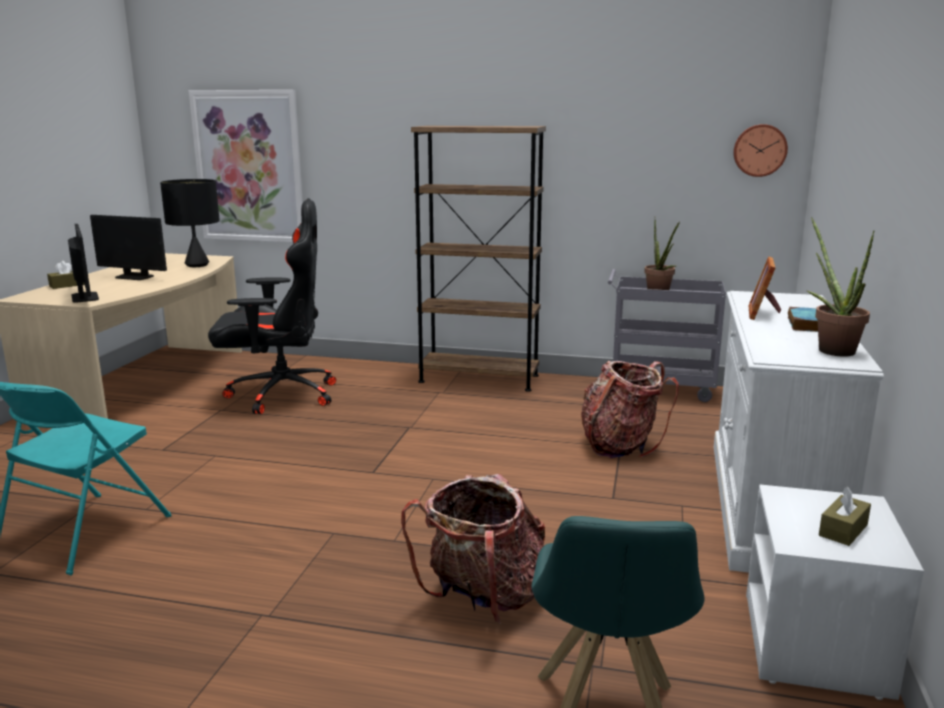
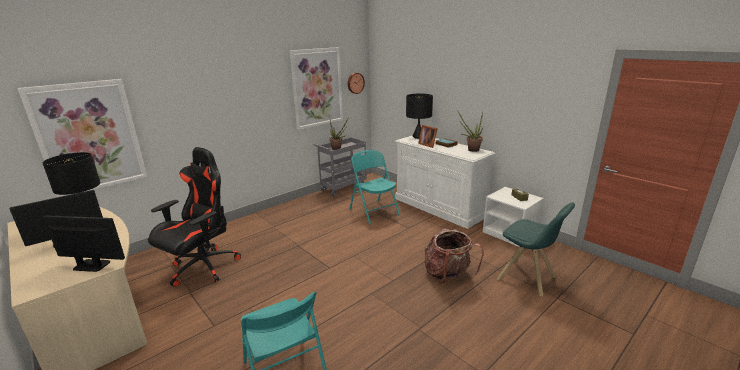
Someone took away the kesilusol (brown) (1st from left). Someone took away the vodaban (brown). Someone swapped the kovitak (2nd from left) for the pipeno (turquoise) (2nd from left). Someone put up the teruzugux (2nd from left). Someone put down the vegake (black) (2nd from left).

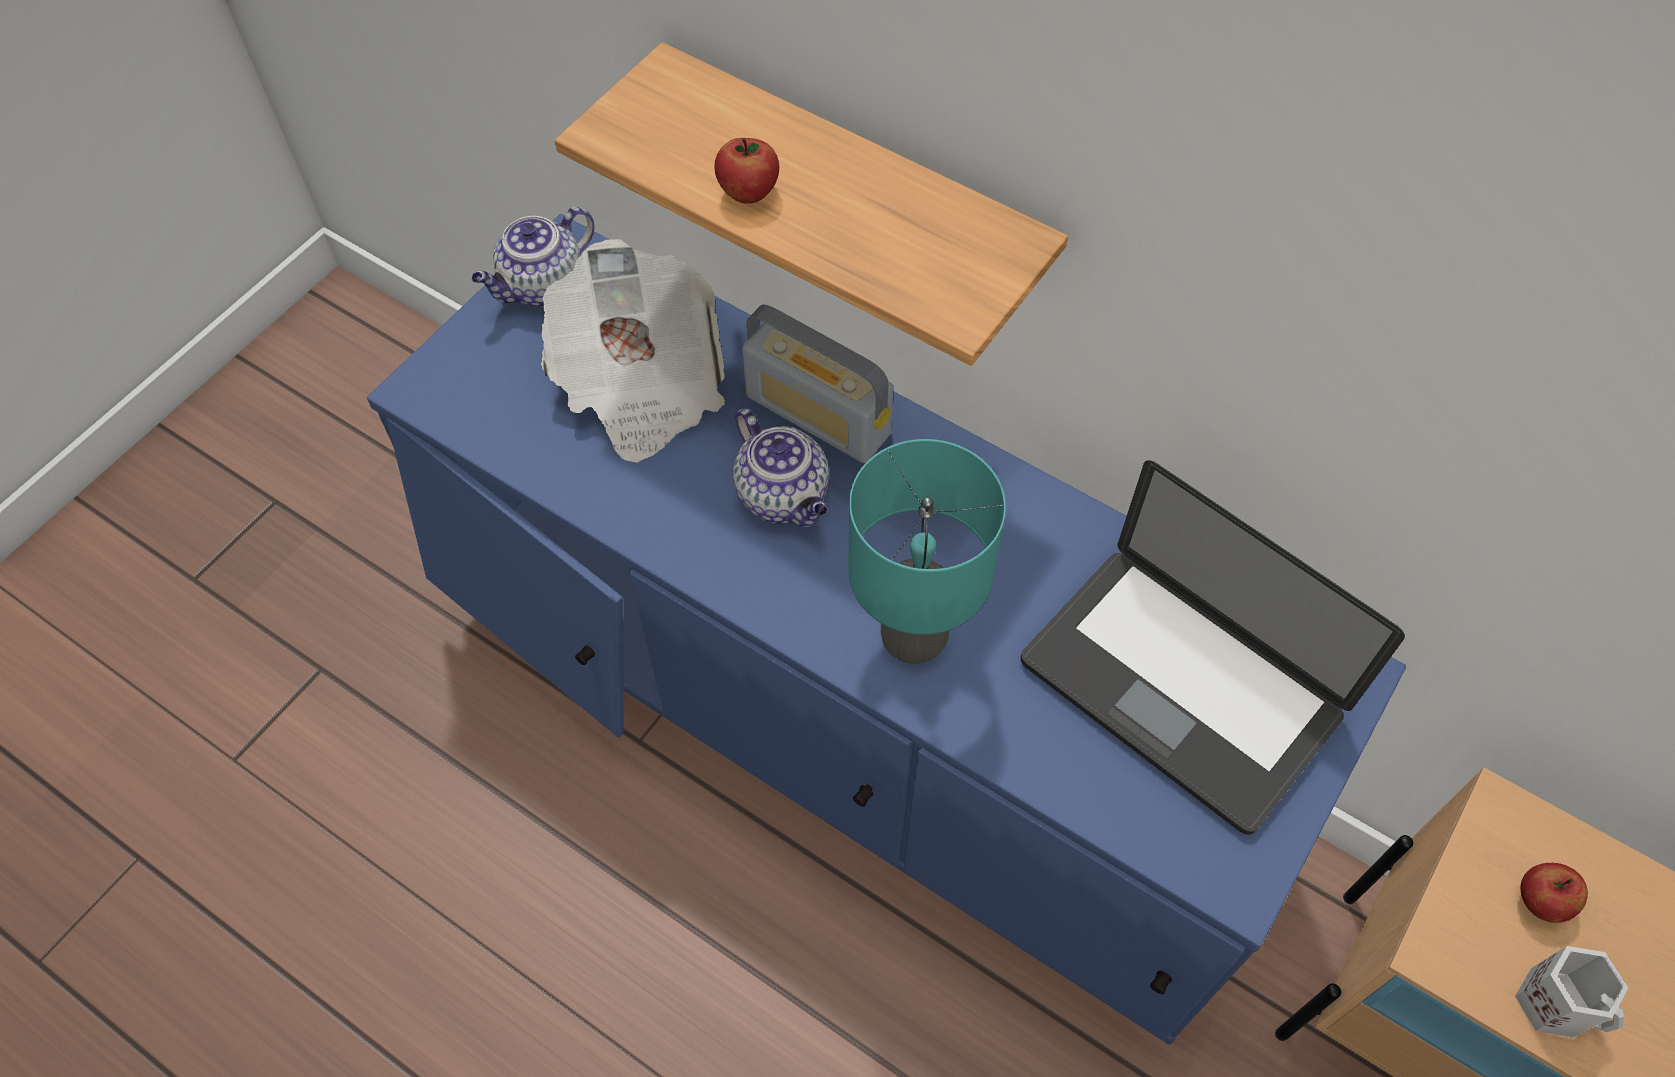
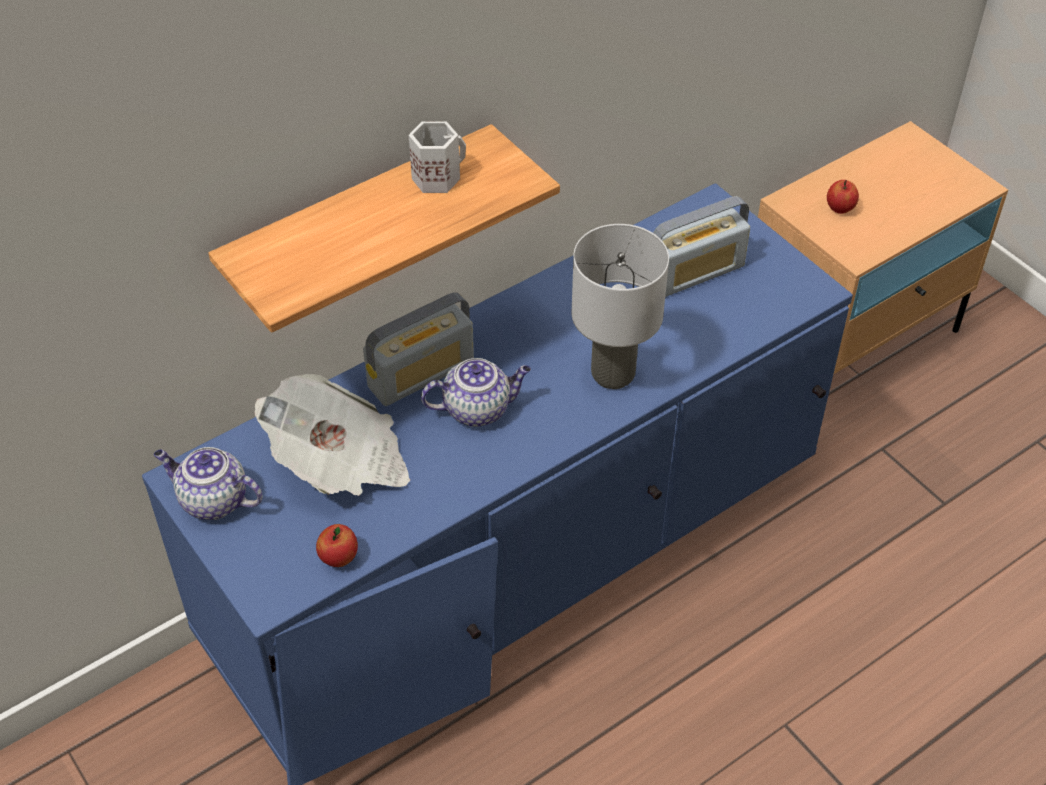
Someone rotated the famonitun (1st from left) by 135 degrees clockwise. Someone carried the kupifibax (1st from left). Someone repainted the vegake (turquoise), which became the vegake (white). Someone swapped the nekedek for the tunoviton (2nd from left). Someone carried the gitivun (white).

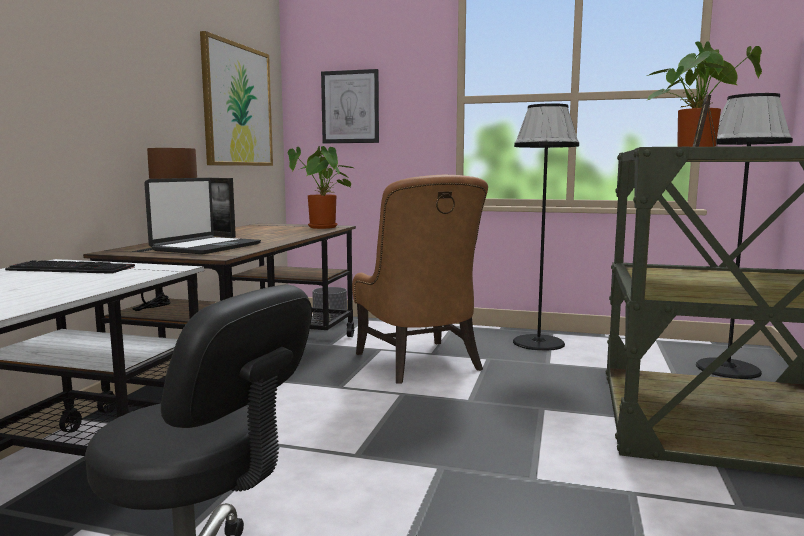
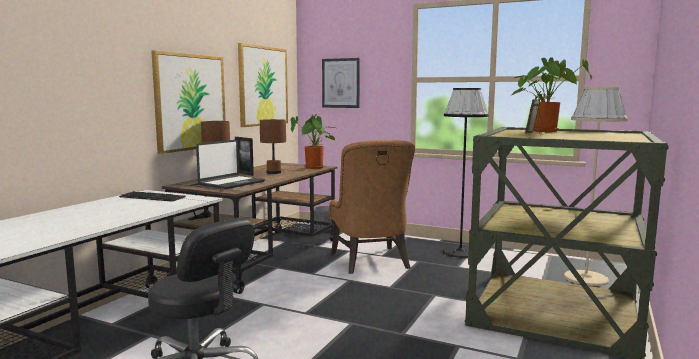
Someone repainted the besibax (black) (2nd from left), which became the besibax (beige). Someone put up the teruzugux (1st from left). Someone put down the vegake (brown) (2nd from left).

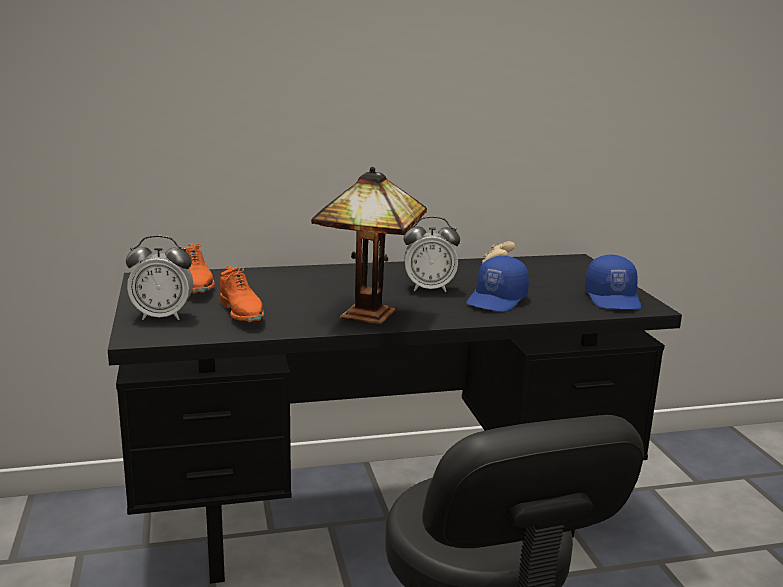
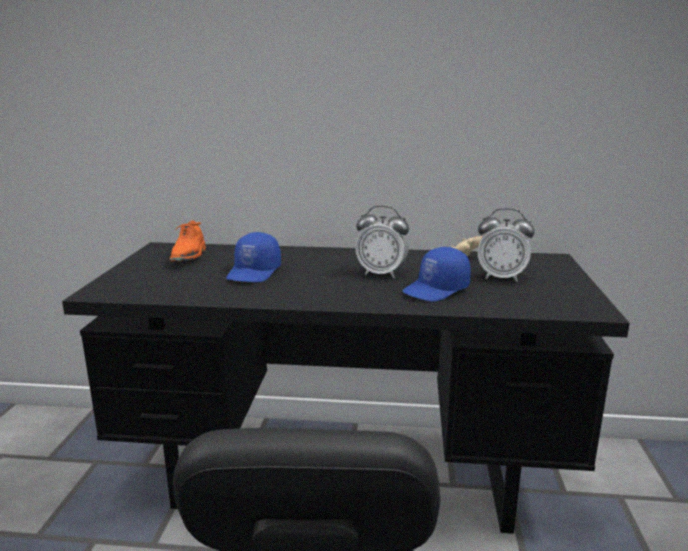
Someone carried the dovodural (1st from left in the first image). Someone took away the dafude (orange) (2nd from left). Someone took away the vegake. Someone carried the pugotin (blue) (2nd from left in the first image).

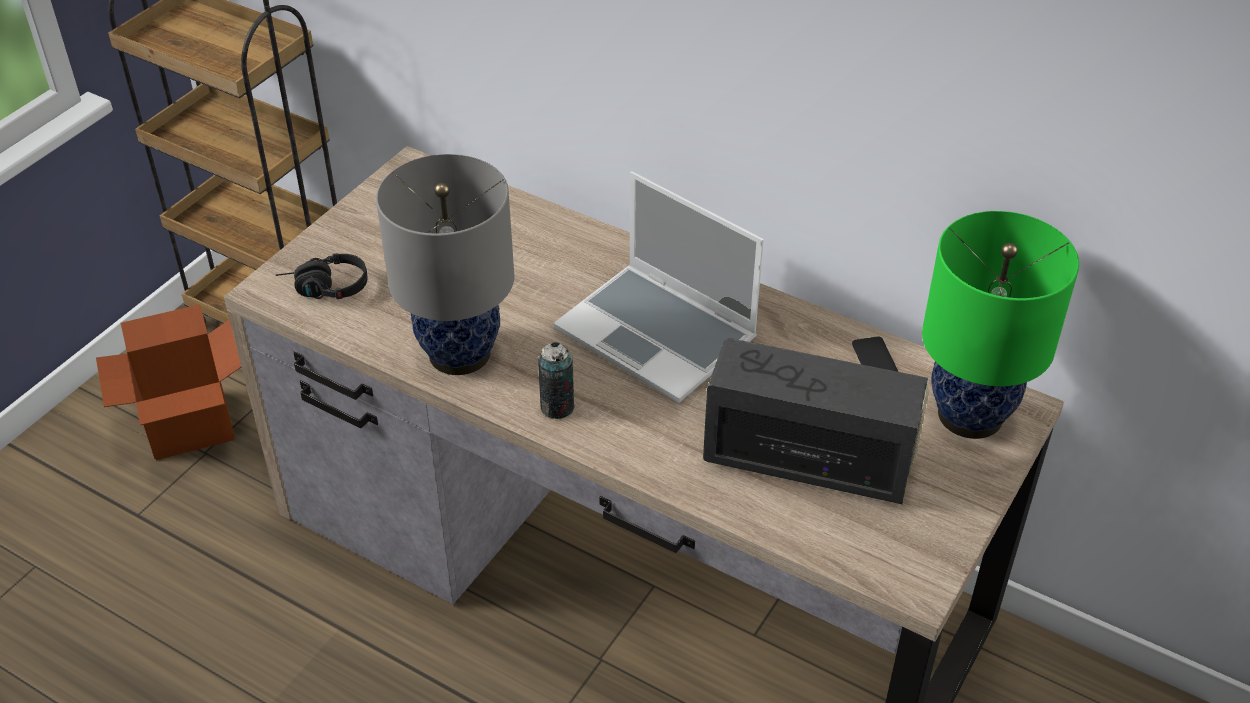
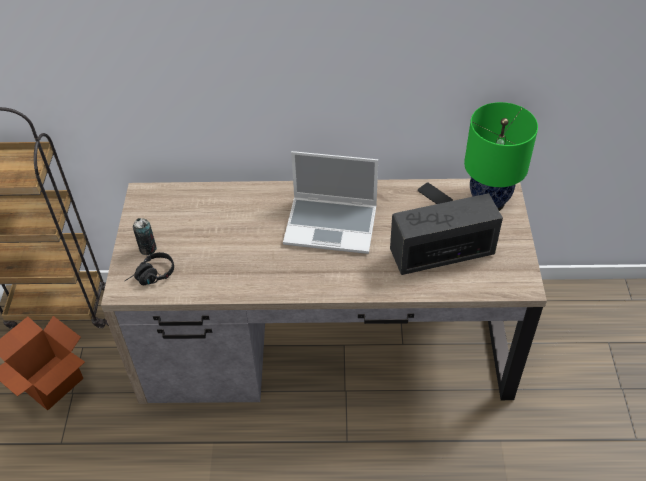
Someone took away the vegake (grey). Someone carried the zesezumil.

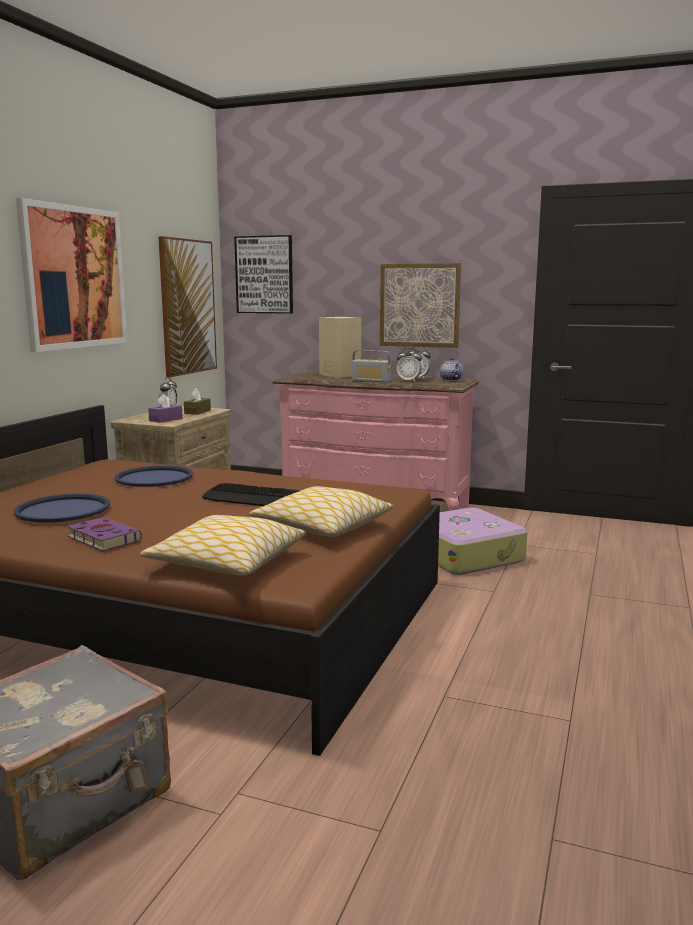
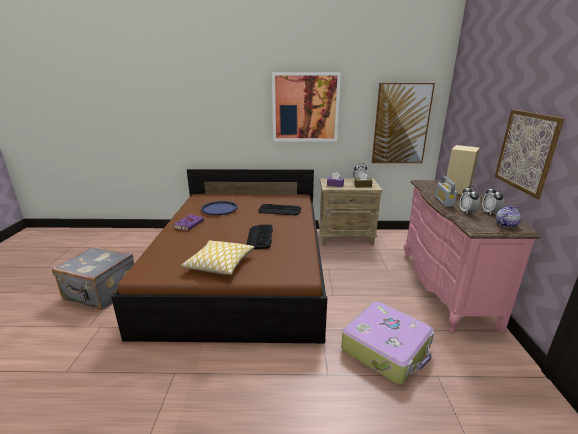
Someone swapped the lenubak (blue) (2nd from left) for the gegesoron (2nd from left). Someone took away the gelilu (1st from left). Someone took away the teruzugux (3rd from left).

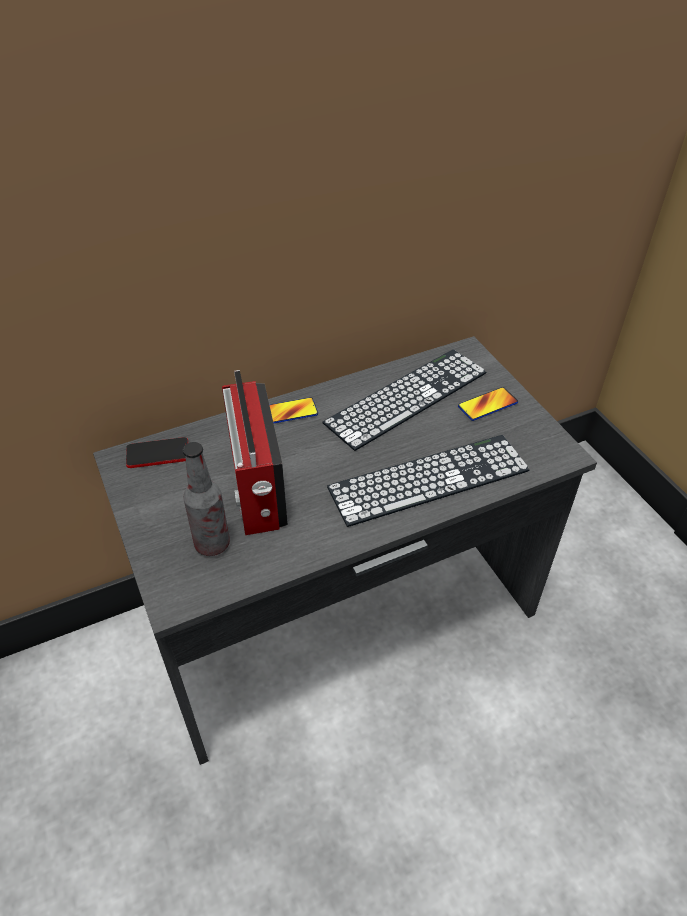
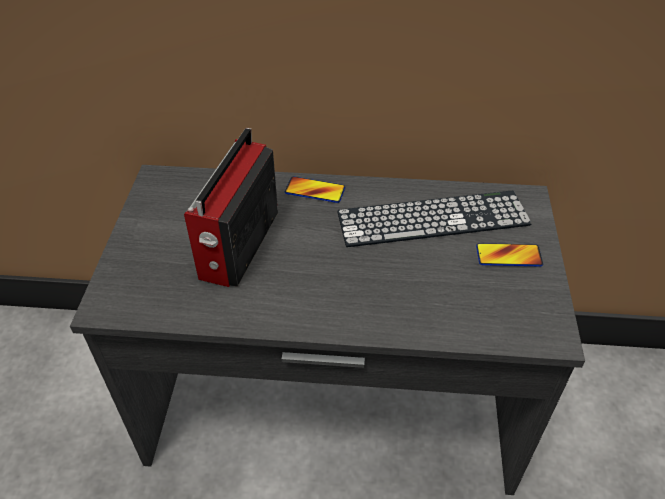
Someone took away the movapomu (1st from left). Someone took away the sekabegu. Someone took away the gegesoron (2nd from left).

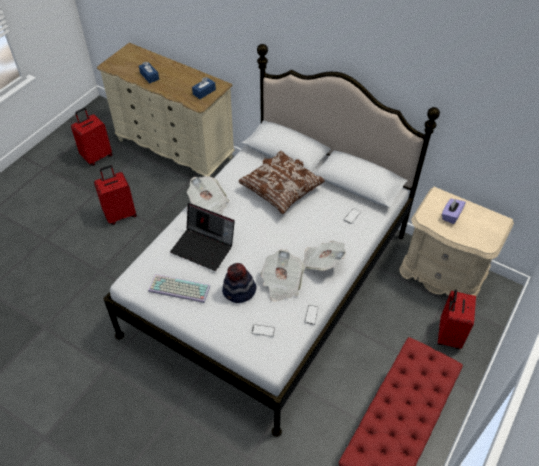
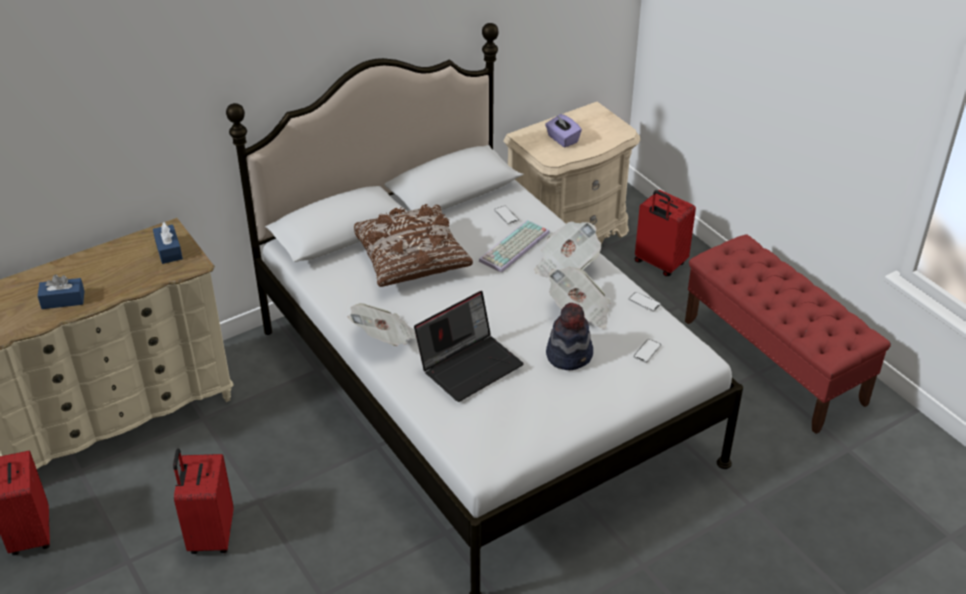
Someone carried the gegesoron.

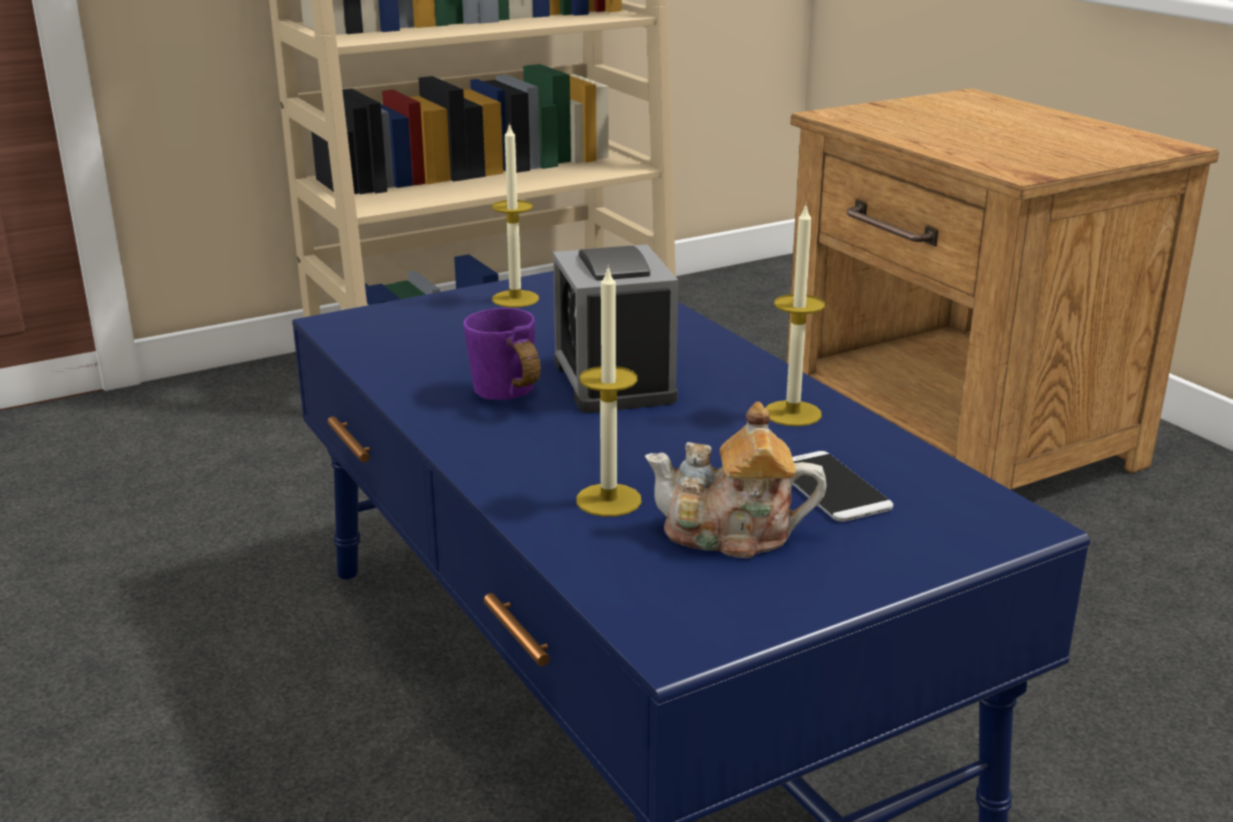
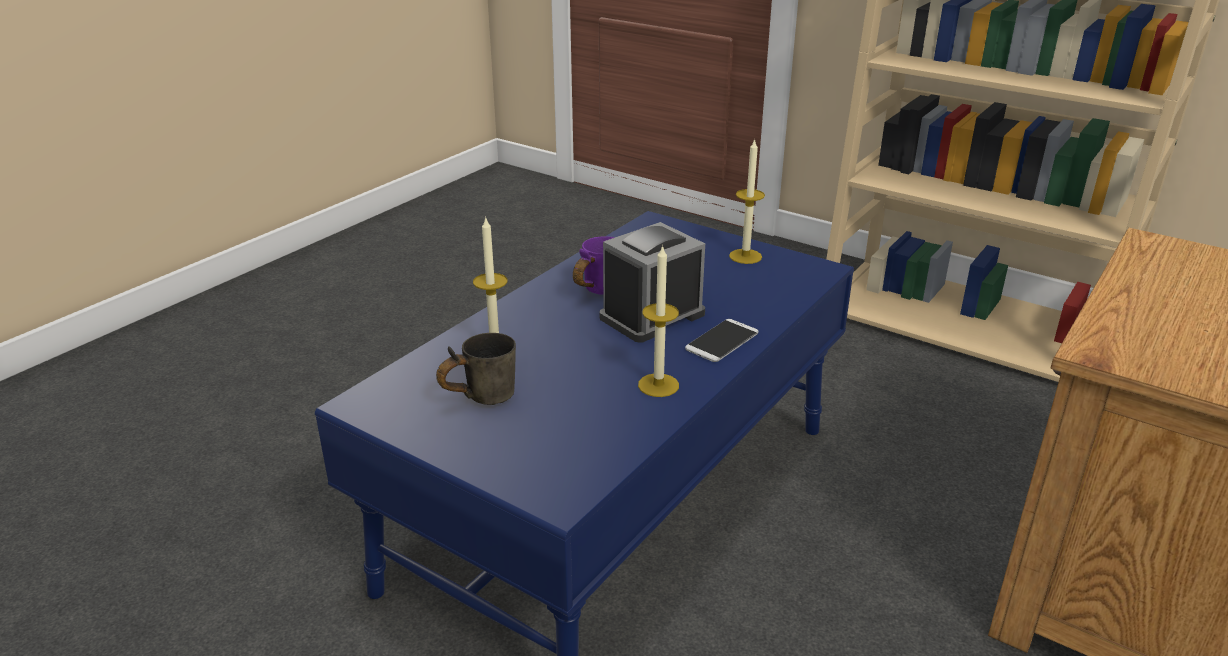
Someone swapped the famonitun for the gitivun (grey). Someone carried the movapomu.

